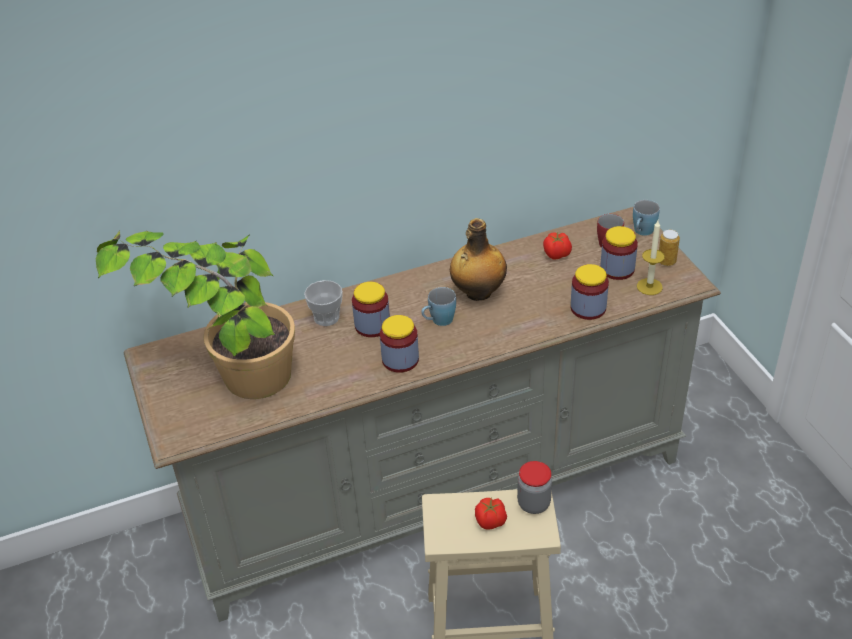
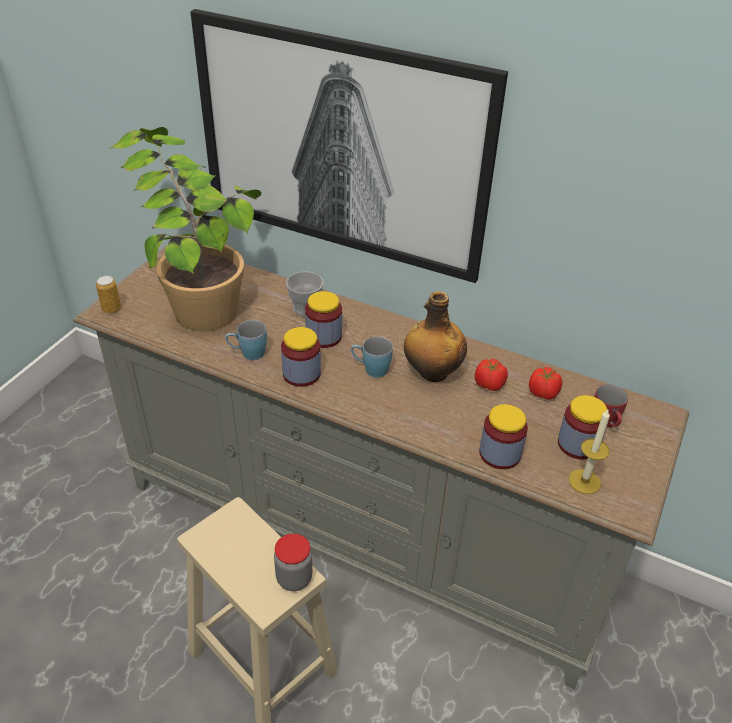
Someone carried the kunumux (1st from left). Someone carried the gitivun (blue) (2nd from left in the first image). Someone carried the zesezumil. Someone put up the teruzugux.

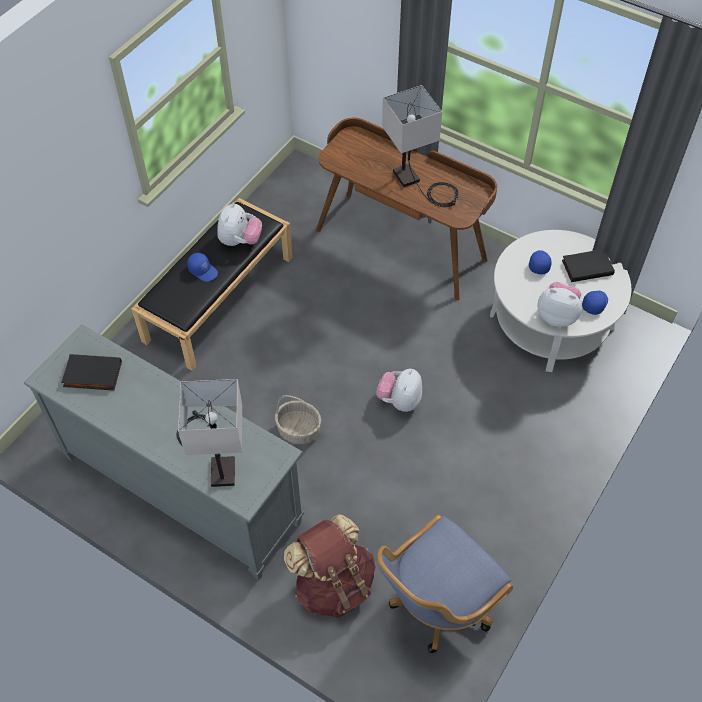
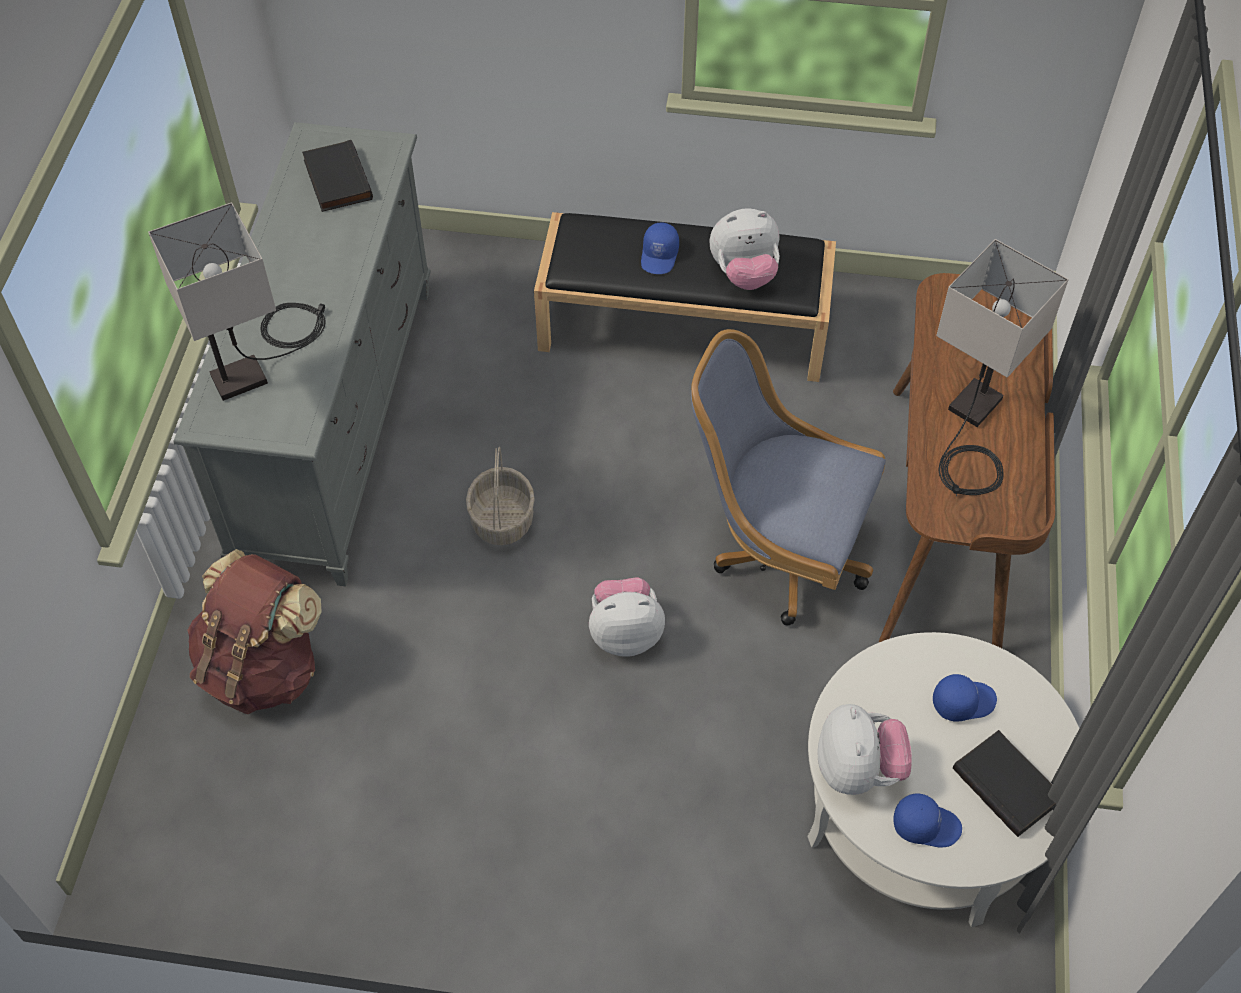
Someone carried the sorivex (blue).

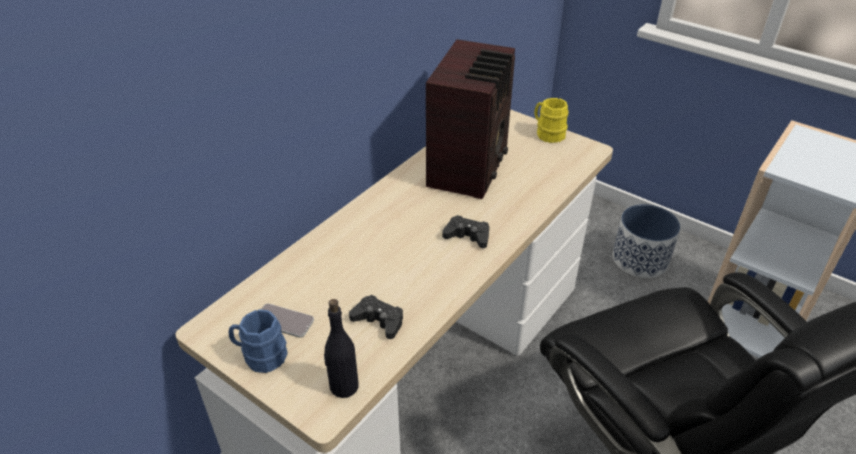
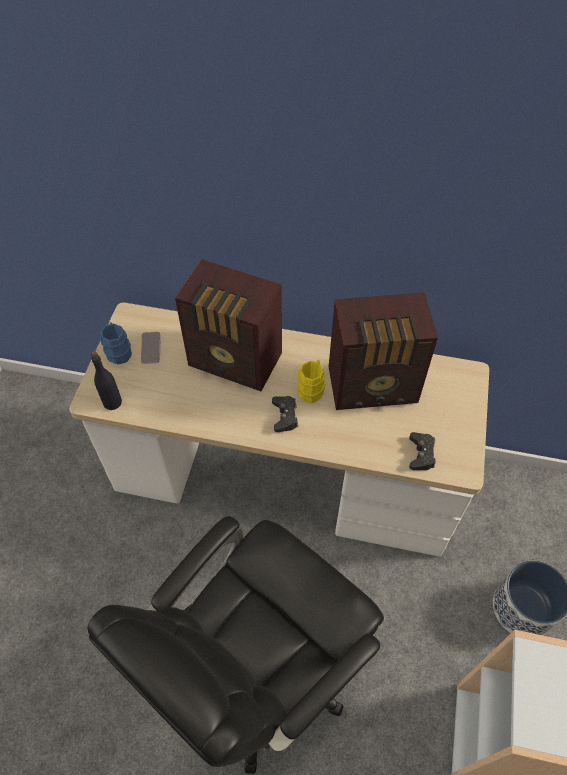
Someone carried the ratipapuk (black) (1st from left in the first image). Someone carried the gitivun (yellow). Someone put down the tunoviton (1st from left).

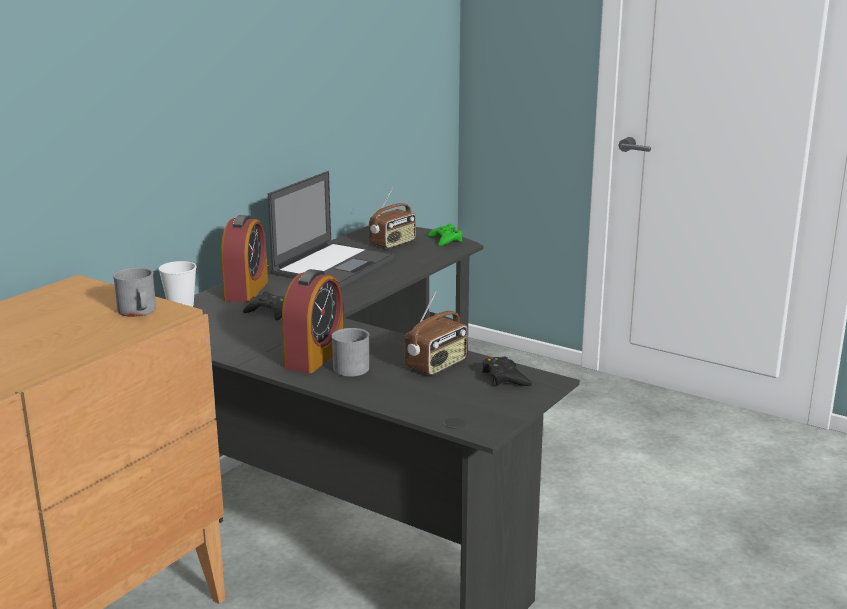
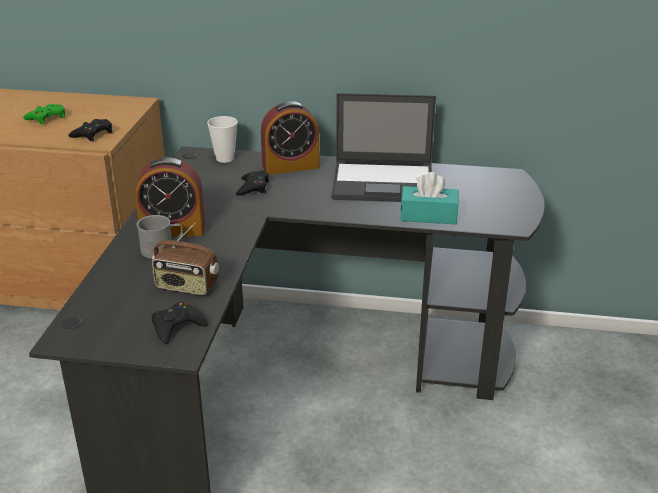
Someone swapped the gitivun (grey) (1st from left) for the ratipapuk (black) (1st from left). Someone took away the tunoviton (1st from left). Someone carried the ratipapuk (green). Someone put down the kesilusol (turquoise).

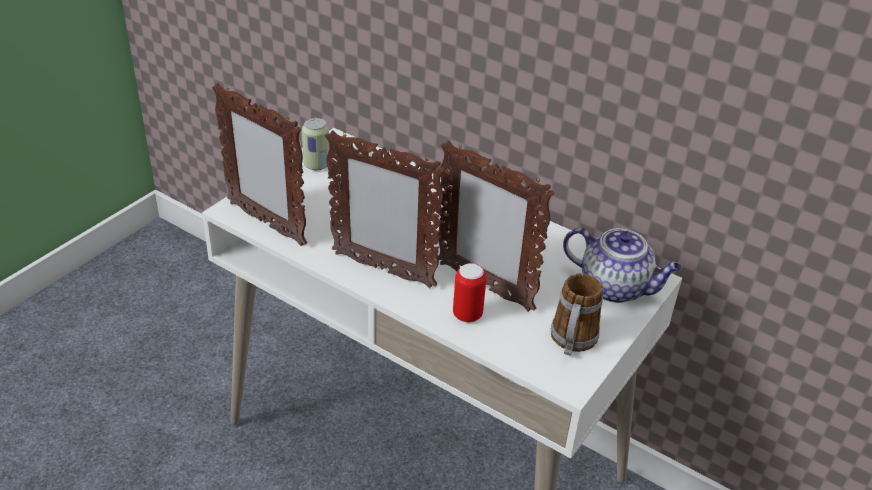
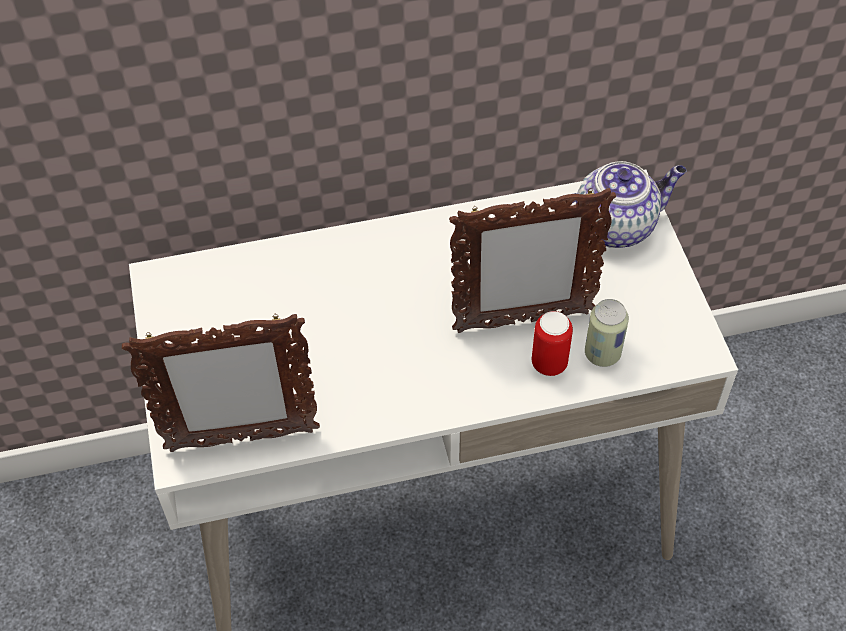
Someone carried the zesezumil (1st from left in the first image). Someone took away the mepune (2nd from left). Someone took away the gitivun.

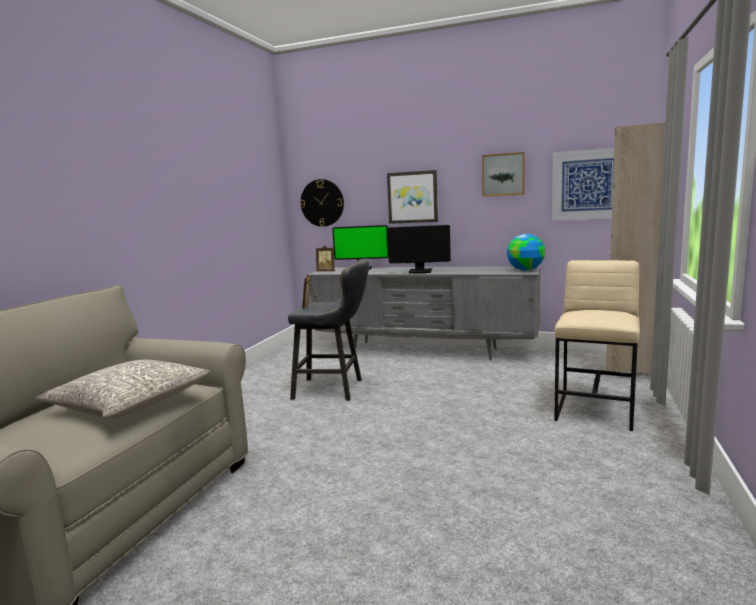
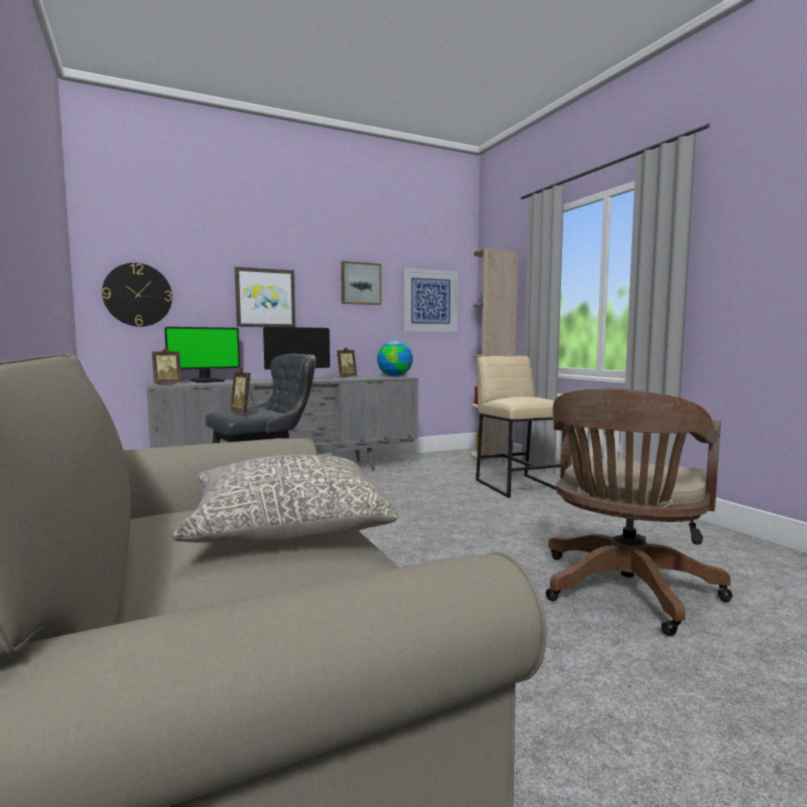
Someone put down the mepune (3rd from left). Someone put down the sorivex (brown).

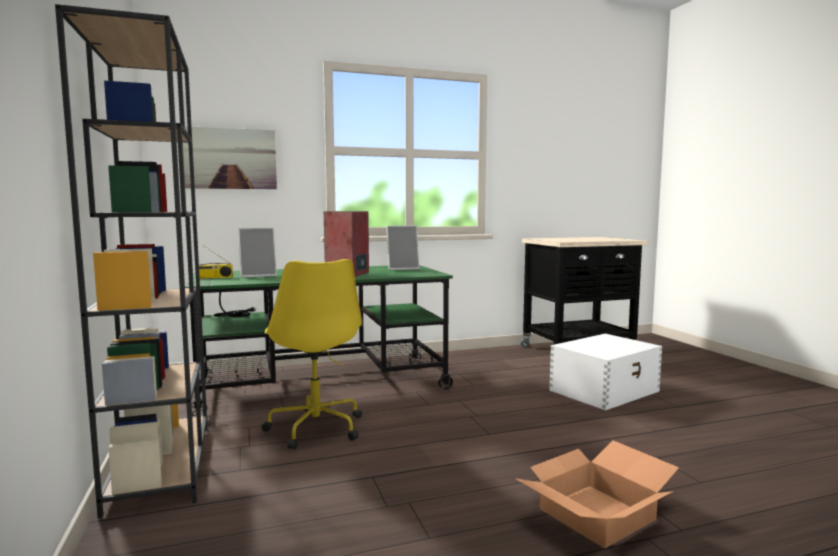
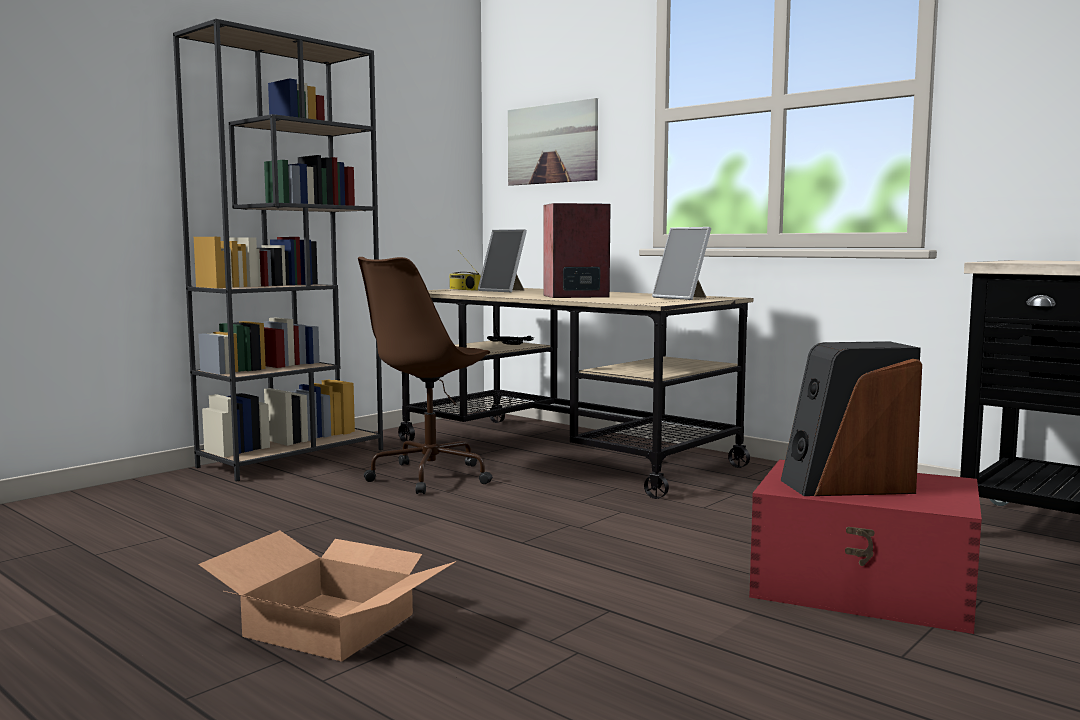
Someone repainted the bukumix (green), which became the bukumix (beige). Someone repainted the sorivex (yellow), which became the sorivex (brown). Someone repainted the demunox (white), which became the demunox (red). Someone put down the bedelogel (2nd from left).

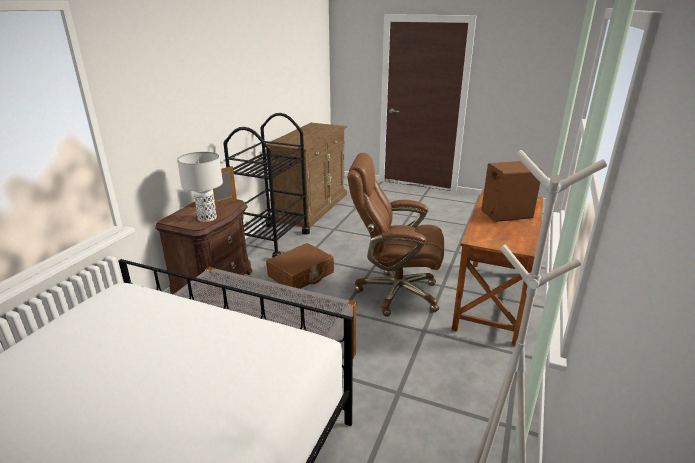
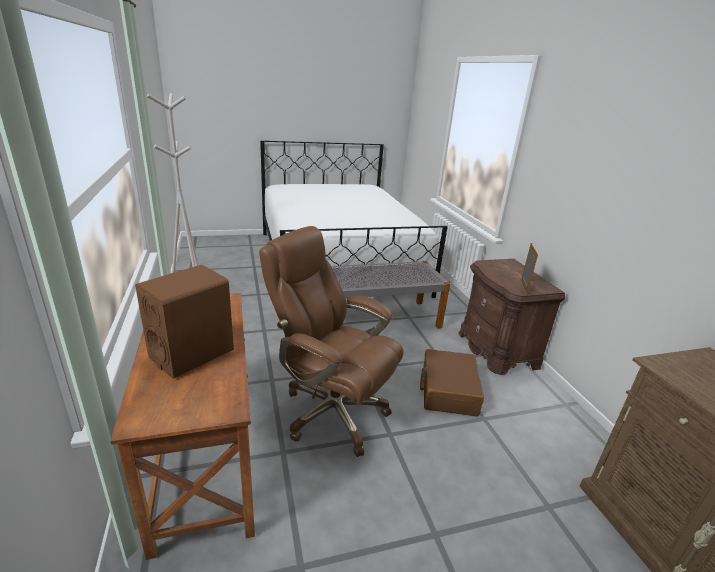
Someone took away the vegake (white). Someone took away the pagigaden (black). Someone rotated the sorivex (brown) by 120 degrees counterclockwise.

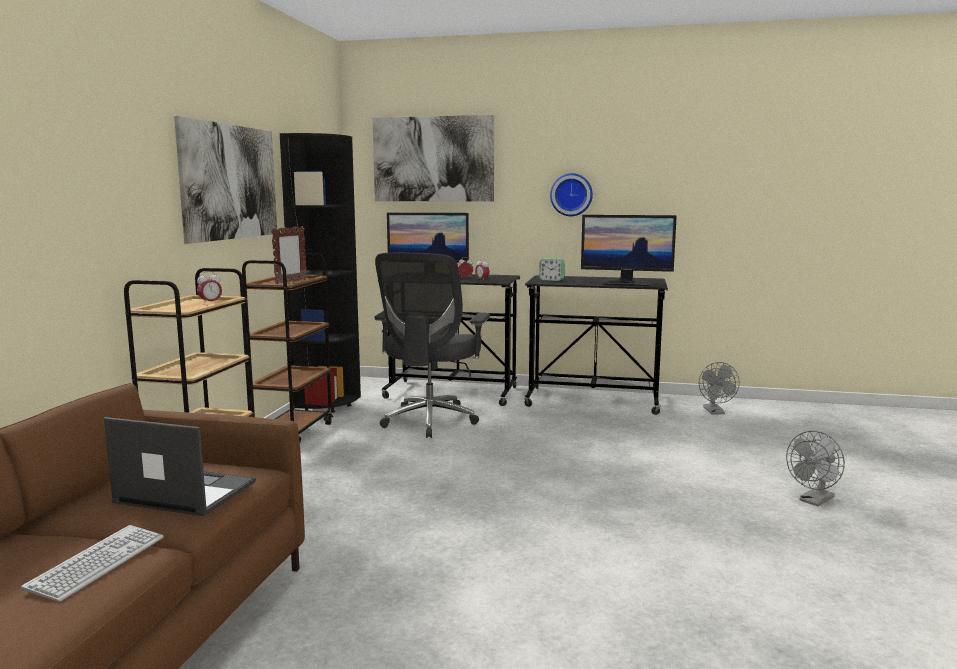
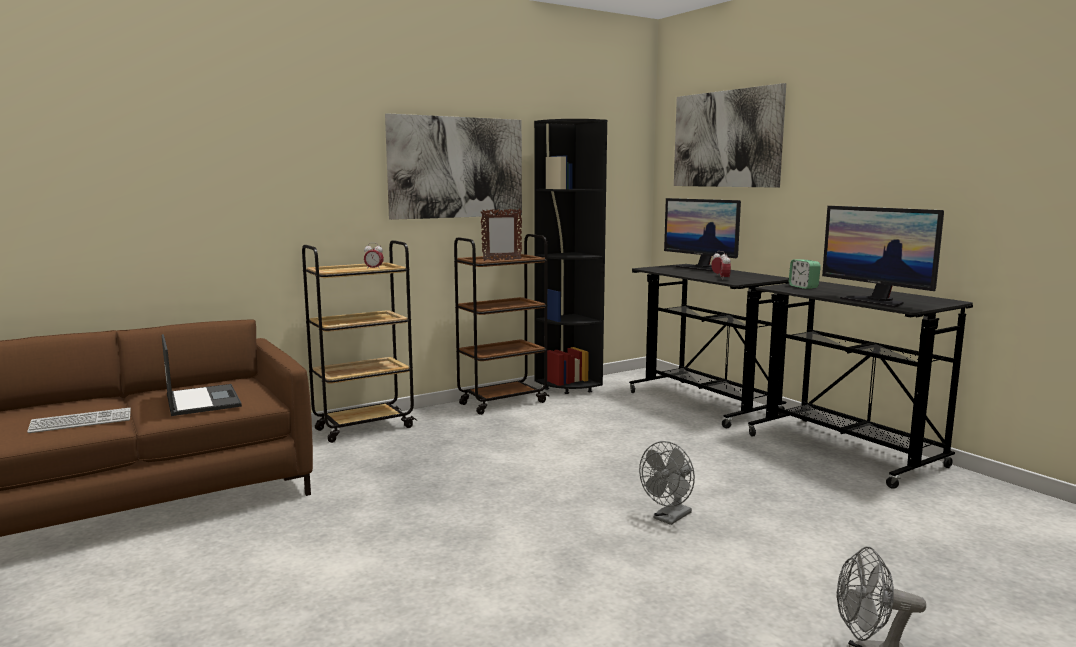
Someone took away the sorivex. Someone took away the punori. Someone carried the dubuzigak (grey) (1st from left).

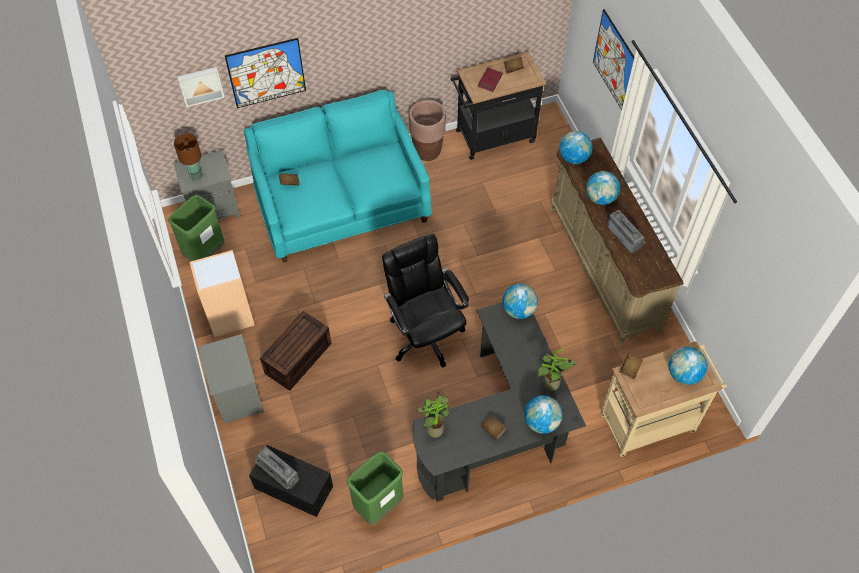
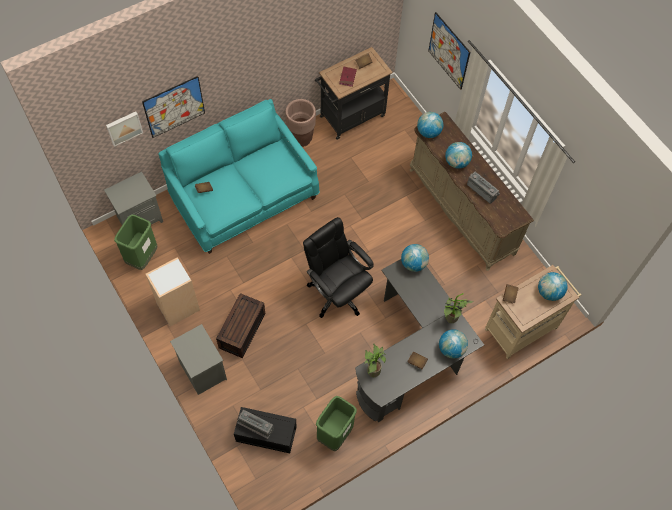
Someone took away the vegake (brown).

